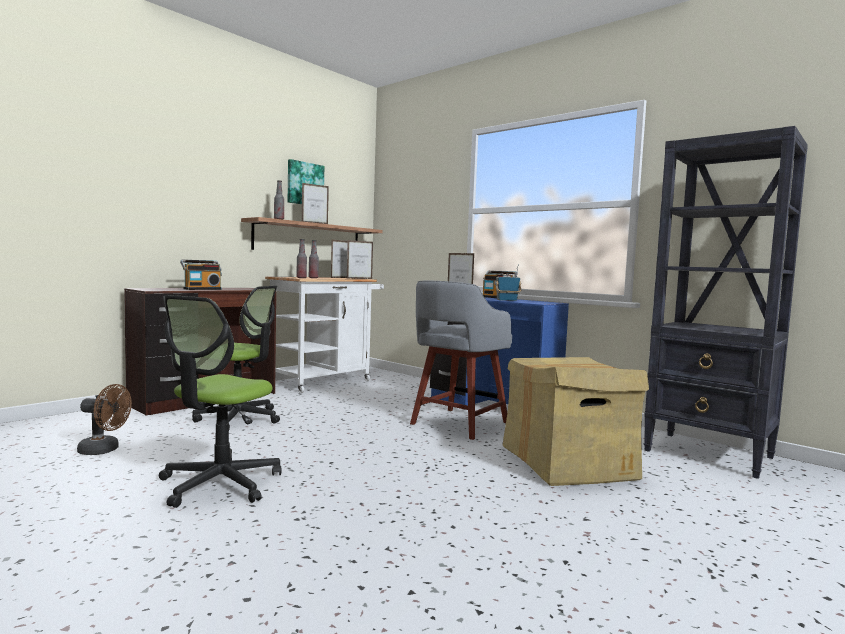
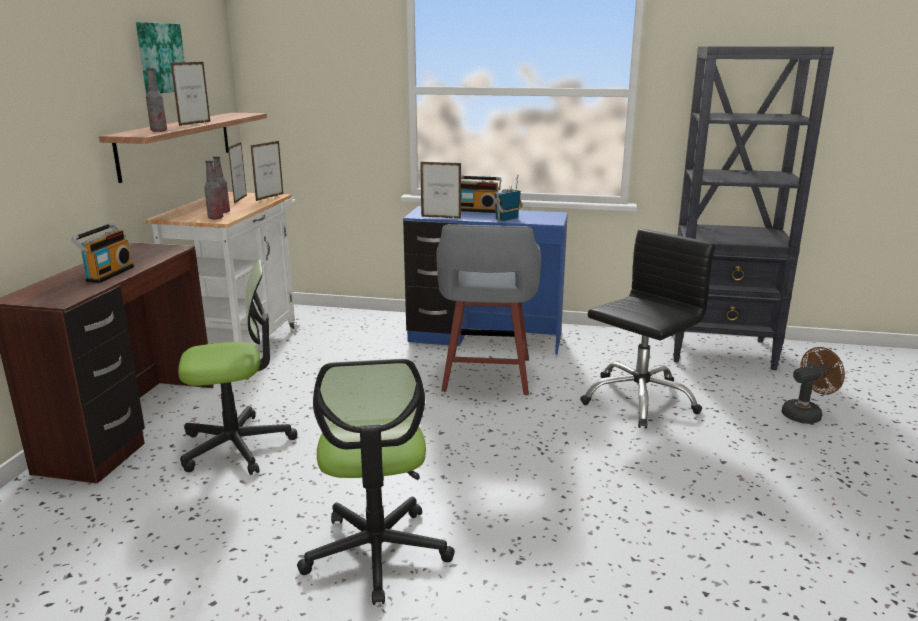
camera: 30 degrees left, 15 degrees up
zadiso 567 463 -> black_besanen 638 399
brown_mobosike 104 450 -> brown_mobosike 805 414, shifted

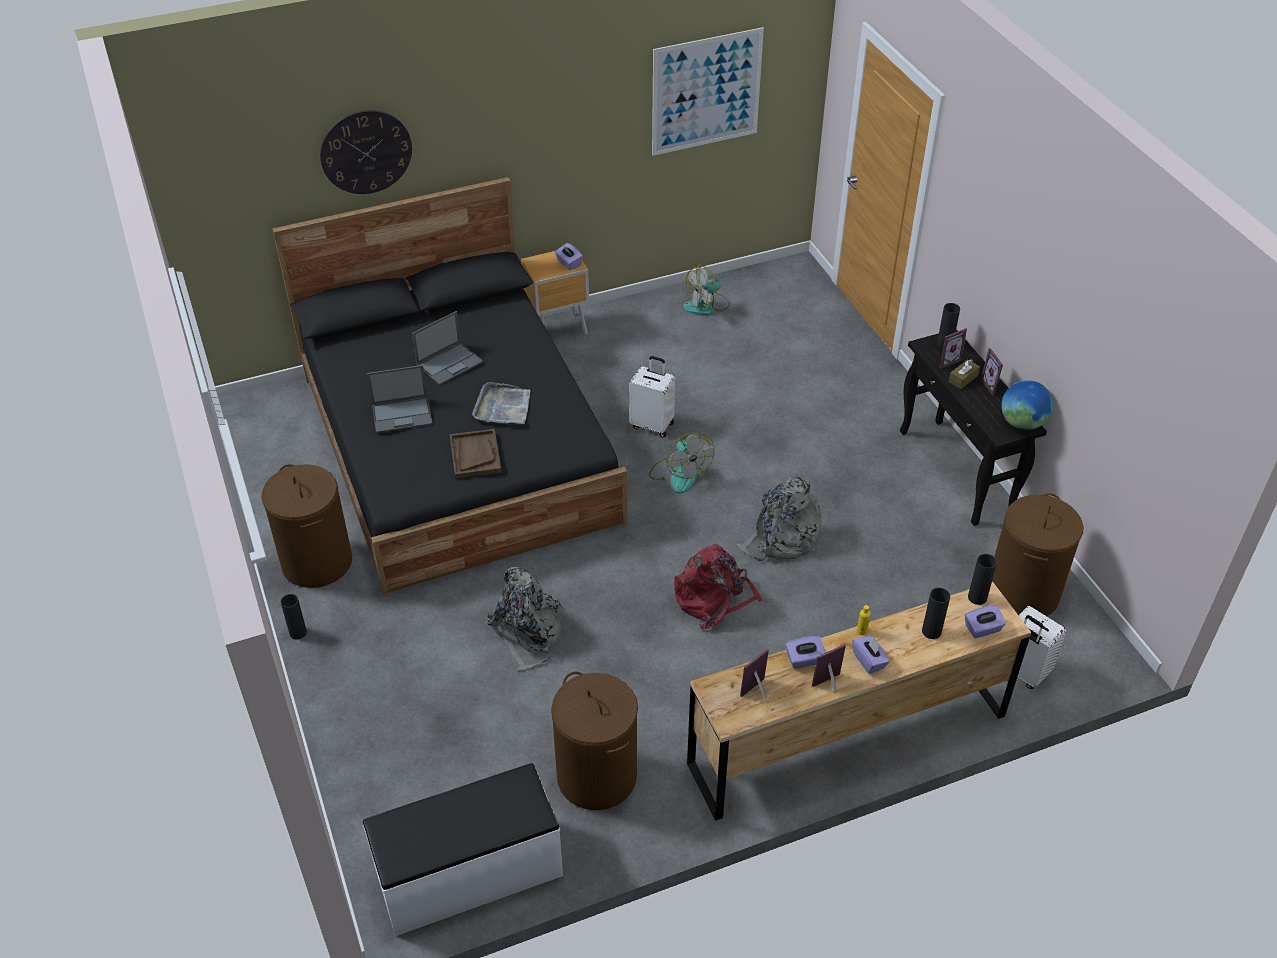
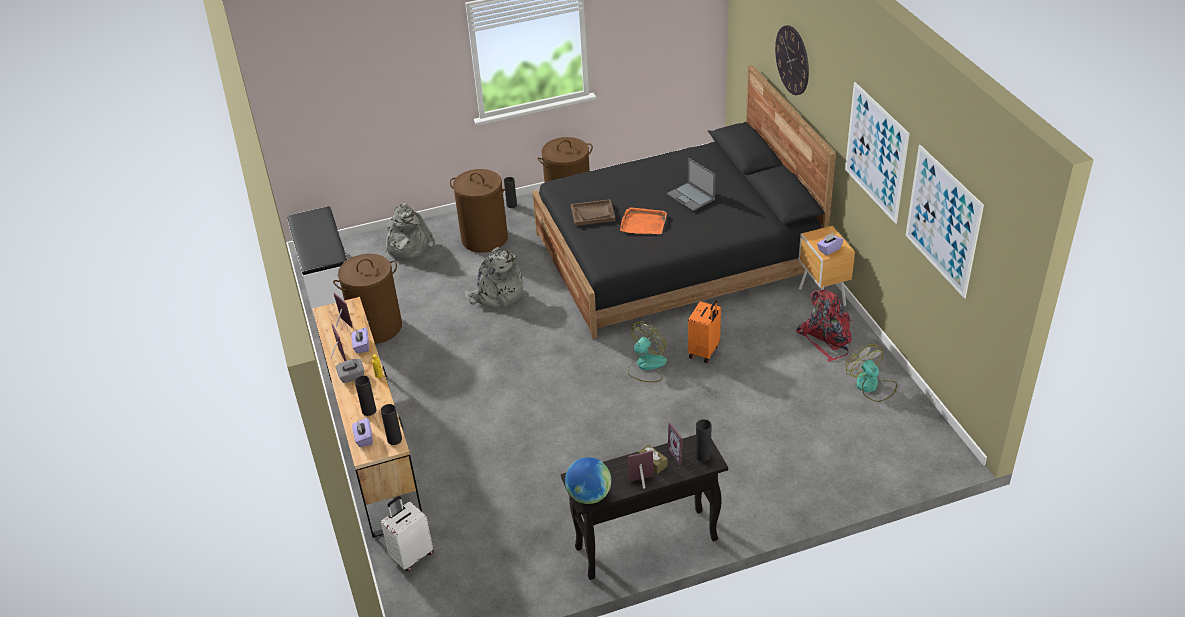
camera: 95 degrees right, 5 degrees down
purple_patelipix 869 661 -> grey_patelipix 352 377
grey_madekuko 781 538 -> grey_madekuko 407 245, shifted
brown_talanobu 1023 593 -> brown_talanobu 484 239, shifted
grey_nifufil 502 407 -> orange_nifufil 643 223
mobosike 679 474 -> mobosike 646 366, 150 degrees clockwise
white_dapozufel 652 424 -> orange_dapozufel 704 352
red_madekuko 713 599 -> red_madekuko 827 338, shifted
none -> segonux 876 152
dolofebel 403 414 -> none

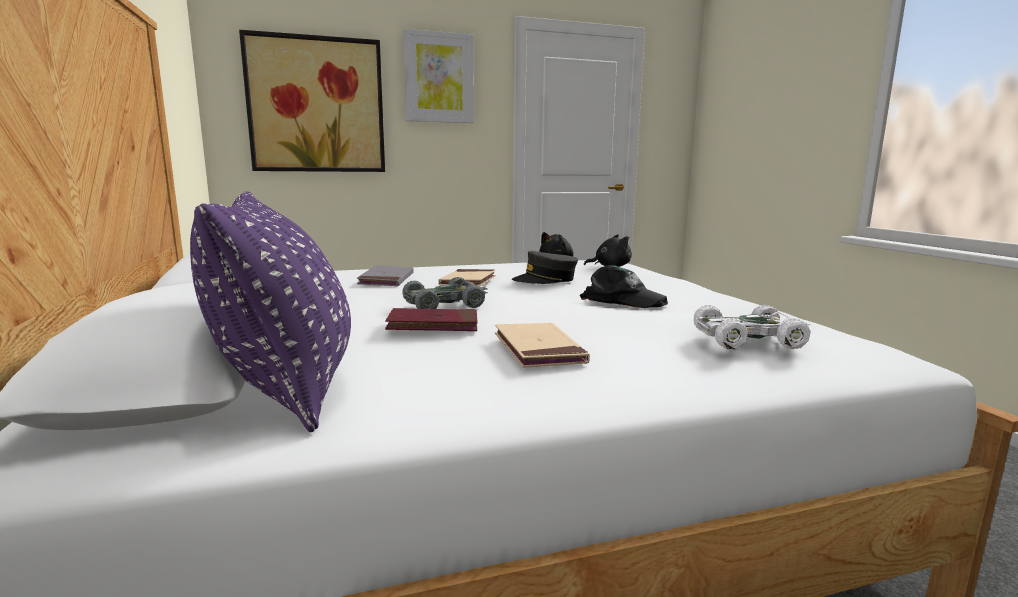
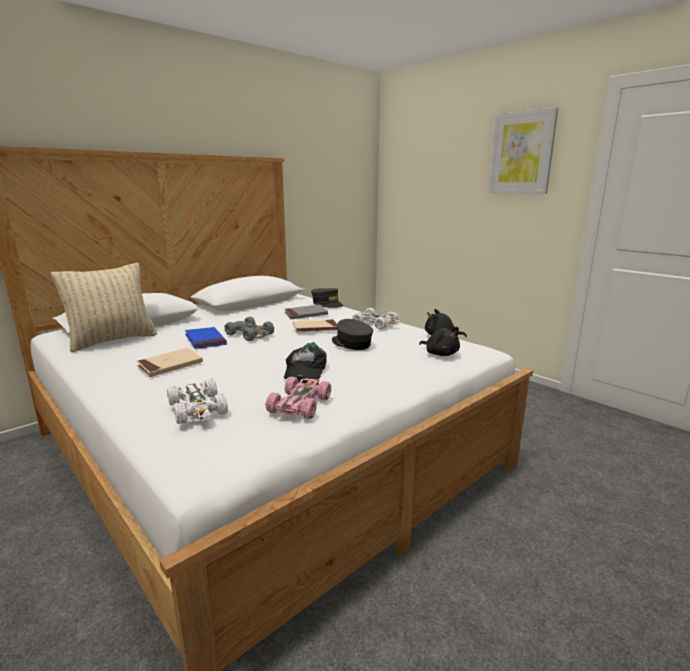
camera: 65 degrees right, 5 degrees up
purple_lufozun 288 389 -> beige_lufozun 113 340
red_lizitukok 433 325 -> blue_lizitukok 205 340
none -> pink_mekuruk 300 404
none -> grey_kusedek 327 304
none -> white_mekuruk 376 324
segonux 316 105 -> none

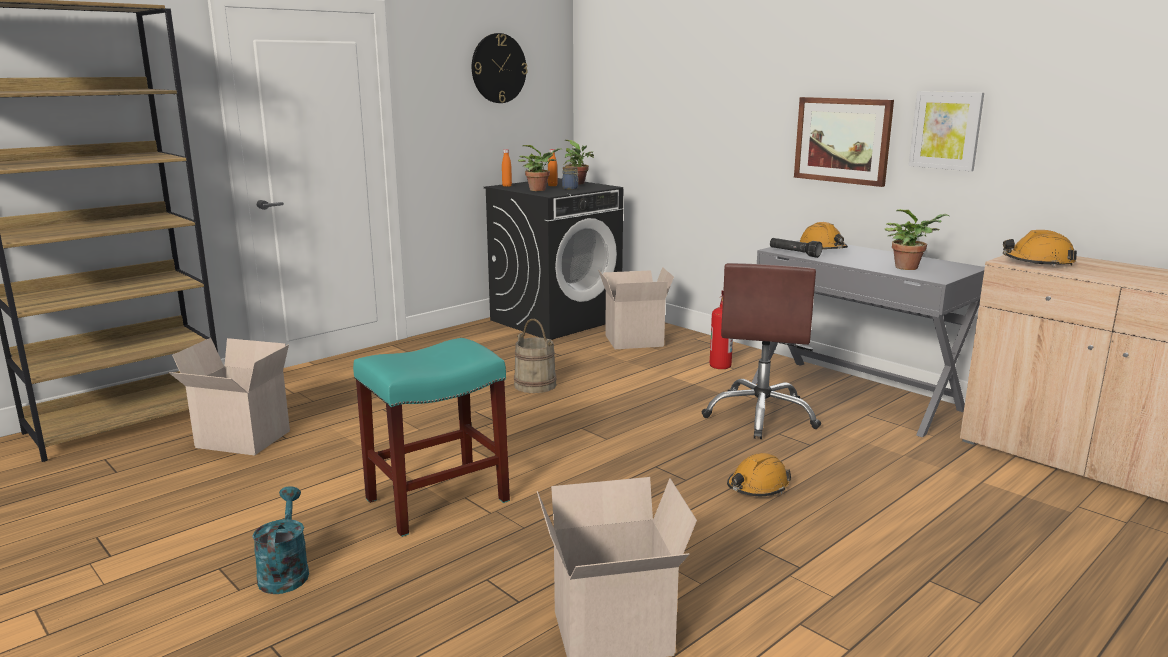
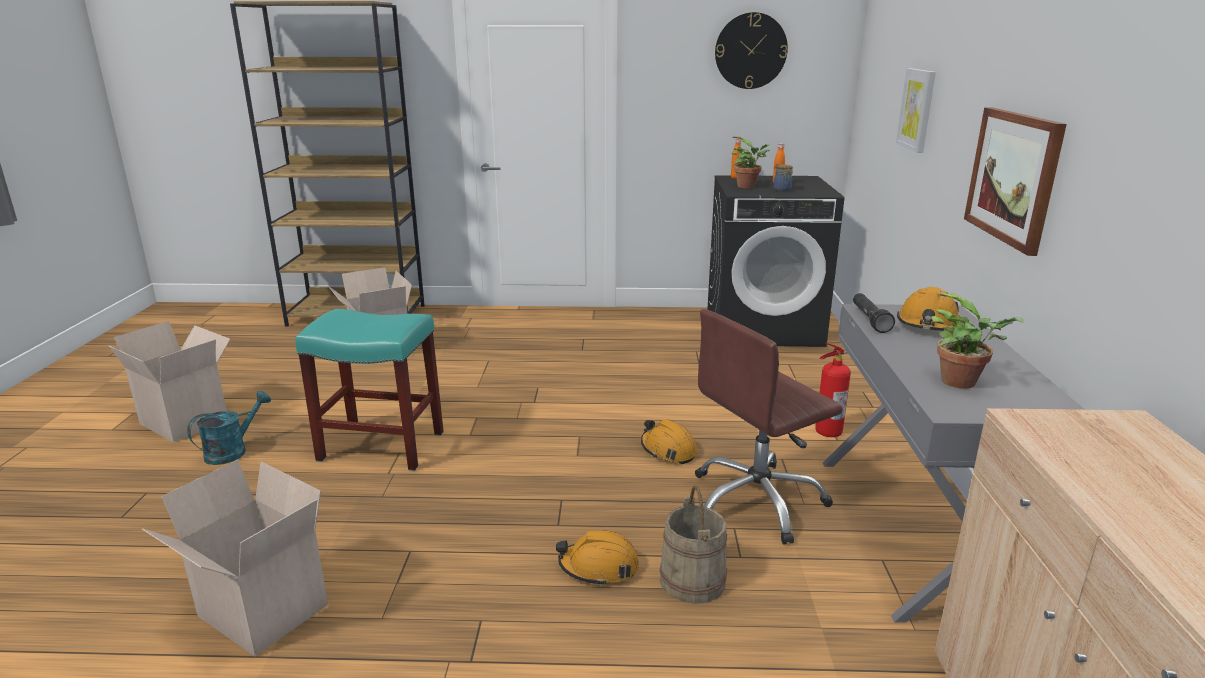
camera: 45 degrees right, 5 degrees up
zadiso 634 340 -> zadiso 187 421, shifted
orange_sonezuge 1038 263 -> orange_sonezuge 668 450, shifted
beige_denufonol 535 385 -> beige_denufonol 693 580, shifted
segonux 946 130 -> segonux 917 109, shifted
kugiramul 578 183 -> none

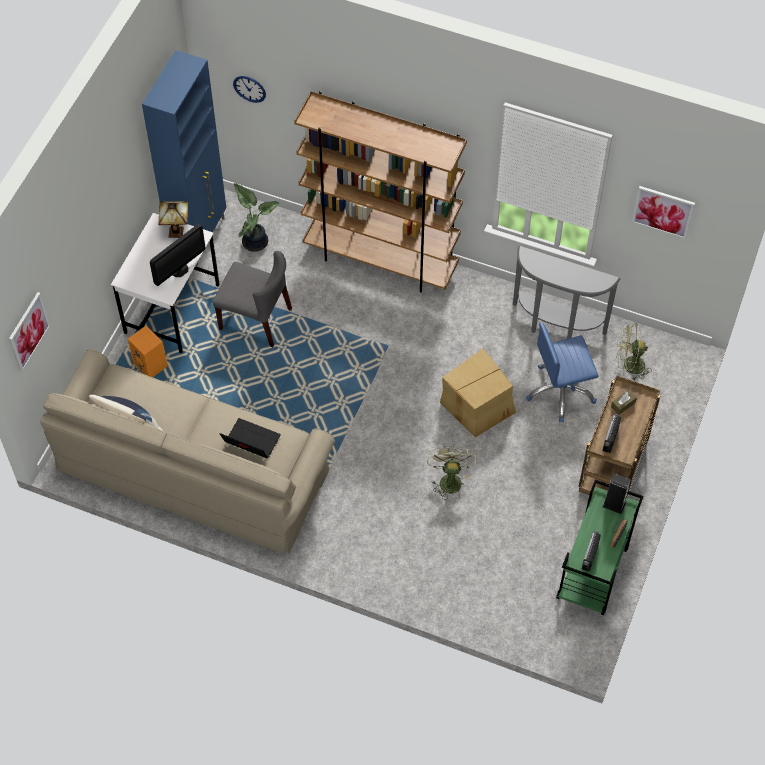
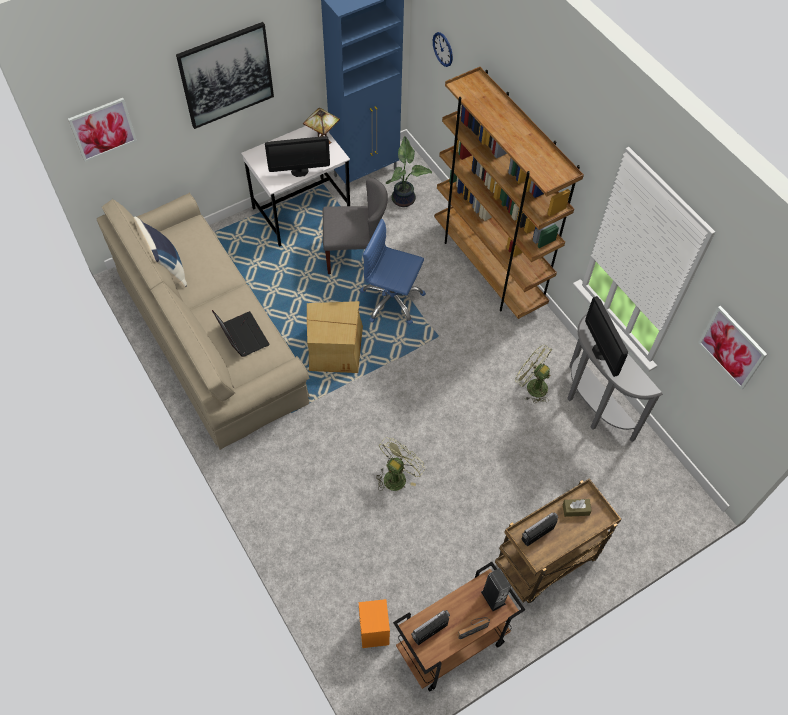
camera: 35 degrees right, 0 degrees up
none -> segonux 226 75
zadiso 478 404 -> zadiso 335 348, shifted
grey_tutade 256 319 -> grey_tutade 355 255, 60 degrees counterclockwise
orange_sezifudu 151 365 -> orange_sezifudu 375 632, shifted
blue_besanen 560 392 -> blue_besanen 392 301, shifted
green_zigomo 592 574 -> brown_zigomo 451 646
green_mobosike 629 366 -> green_mobosike 532 386, shifted
none -> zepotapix 601 352

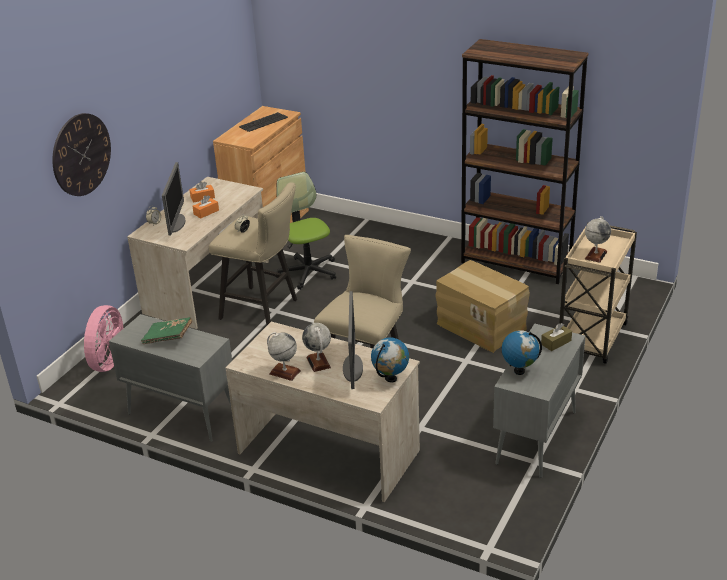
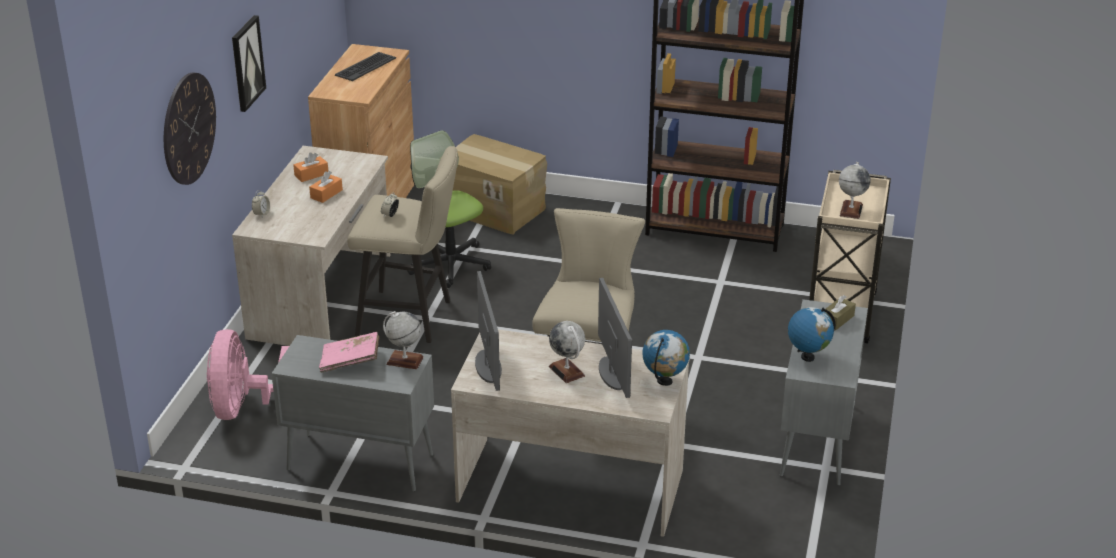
camera: 15 degrees left, 0 degrees up
none -> segonux 247 63
green_lizitukok 168 337 -> pink_lizitukok 350 361
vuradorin 284 372 -> vuradorin 404 360, shifted
zadiso 482 326 -> zadiso 494 209, shifted
zepotapix 176 223 -> zepotapix 488 366, shifted

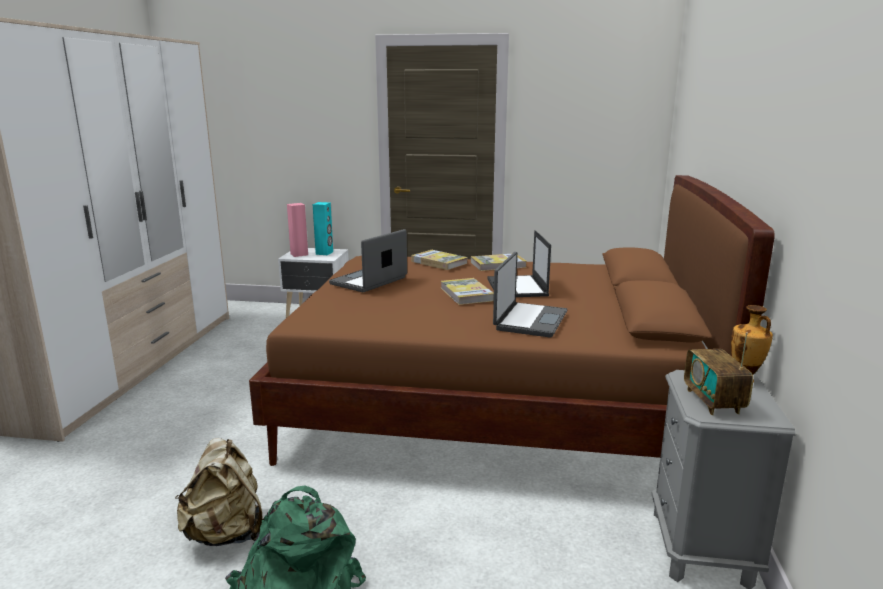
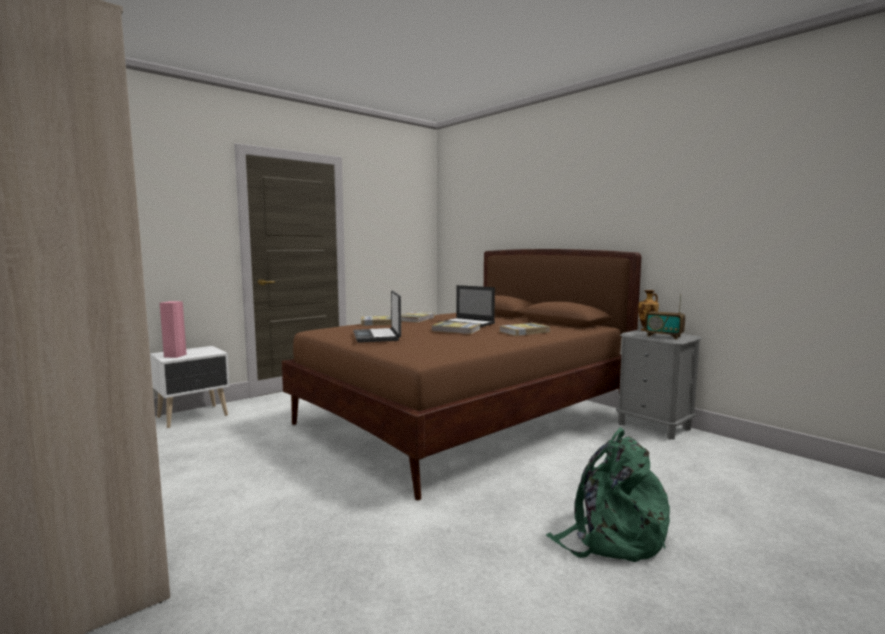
camera: 50 degrees left, 10 degrees down
dolofebel 529 321 -> lizitukok 524 331
beige_madekuko 226 534 -> none
turquoise_sezifudu 324 253 -> none

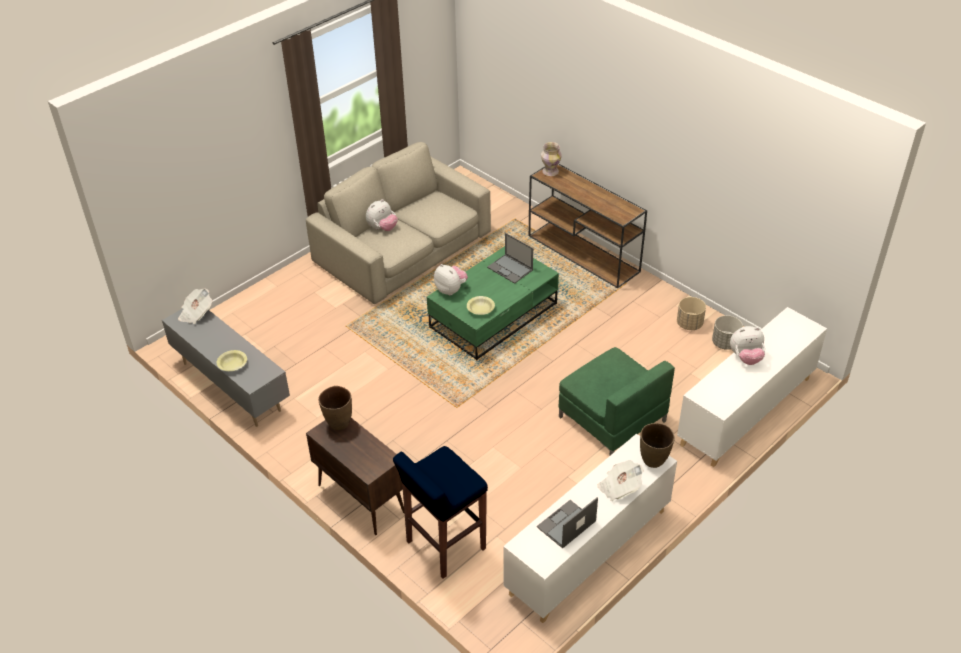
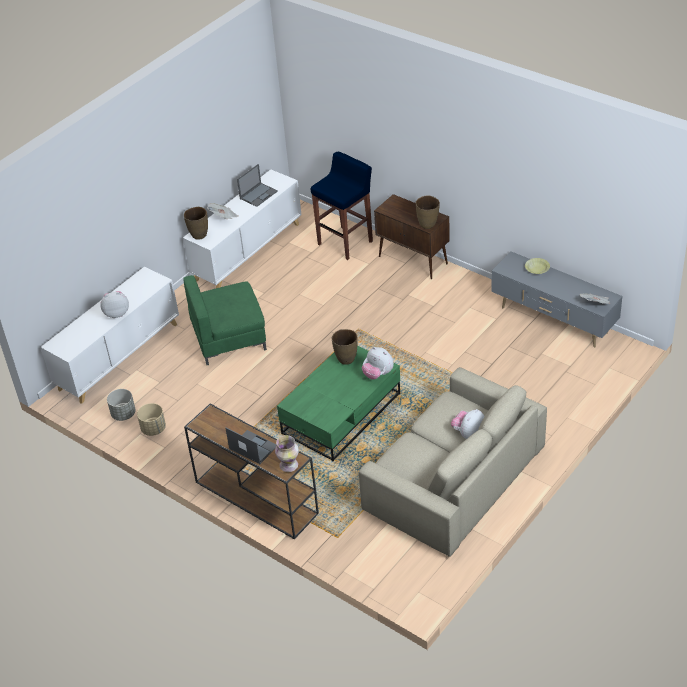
camera: 175 degrees right, 0 degrees up
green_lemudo 611 418 -> green_lemudo 230 337, 60 degrees counterclockwise
dolofebel 510 269 -> dolofebel 252 447, shifted
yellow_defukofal 480 309 -> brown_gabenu 346 359

